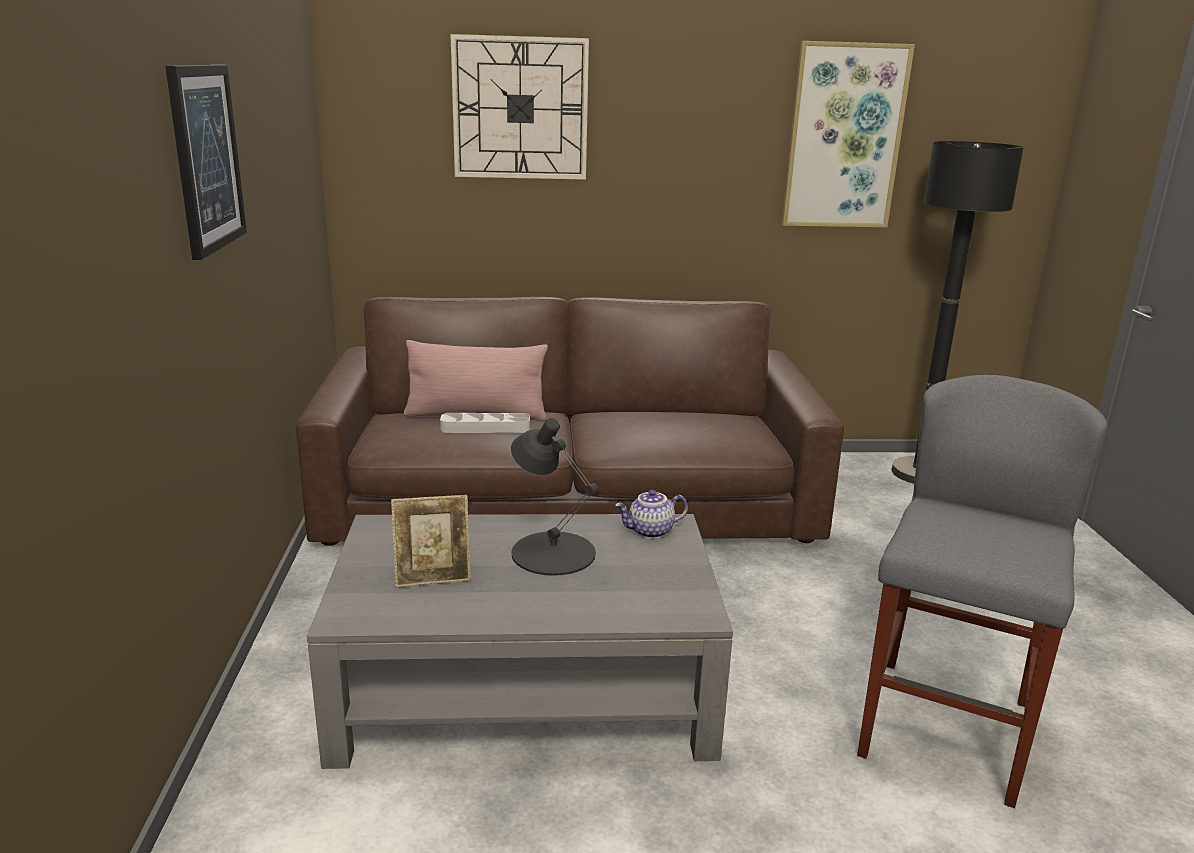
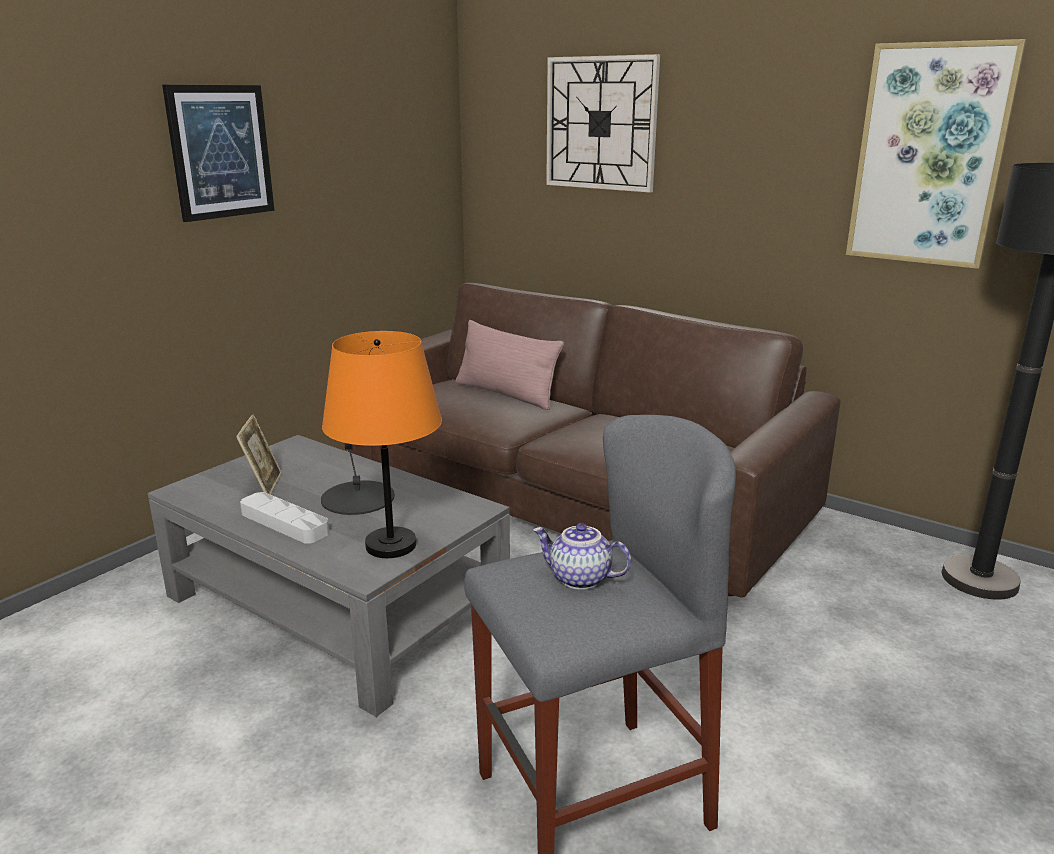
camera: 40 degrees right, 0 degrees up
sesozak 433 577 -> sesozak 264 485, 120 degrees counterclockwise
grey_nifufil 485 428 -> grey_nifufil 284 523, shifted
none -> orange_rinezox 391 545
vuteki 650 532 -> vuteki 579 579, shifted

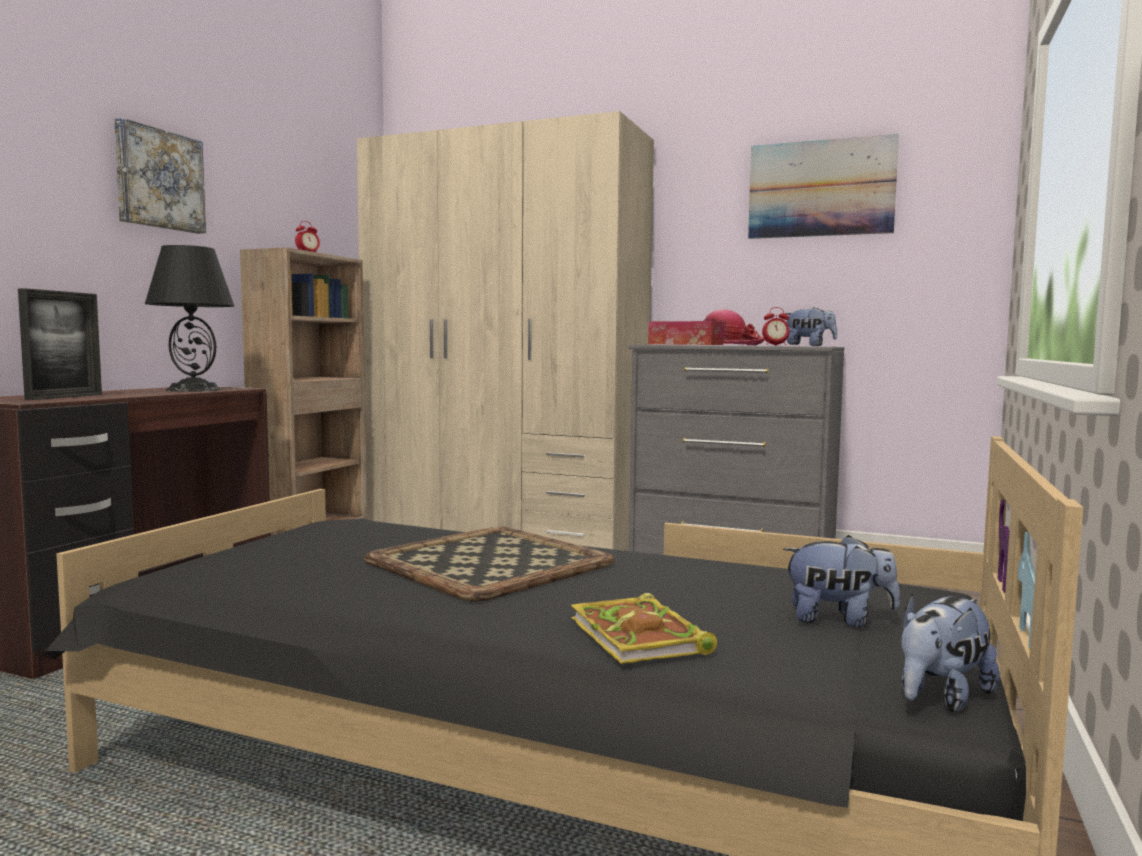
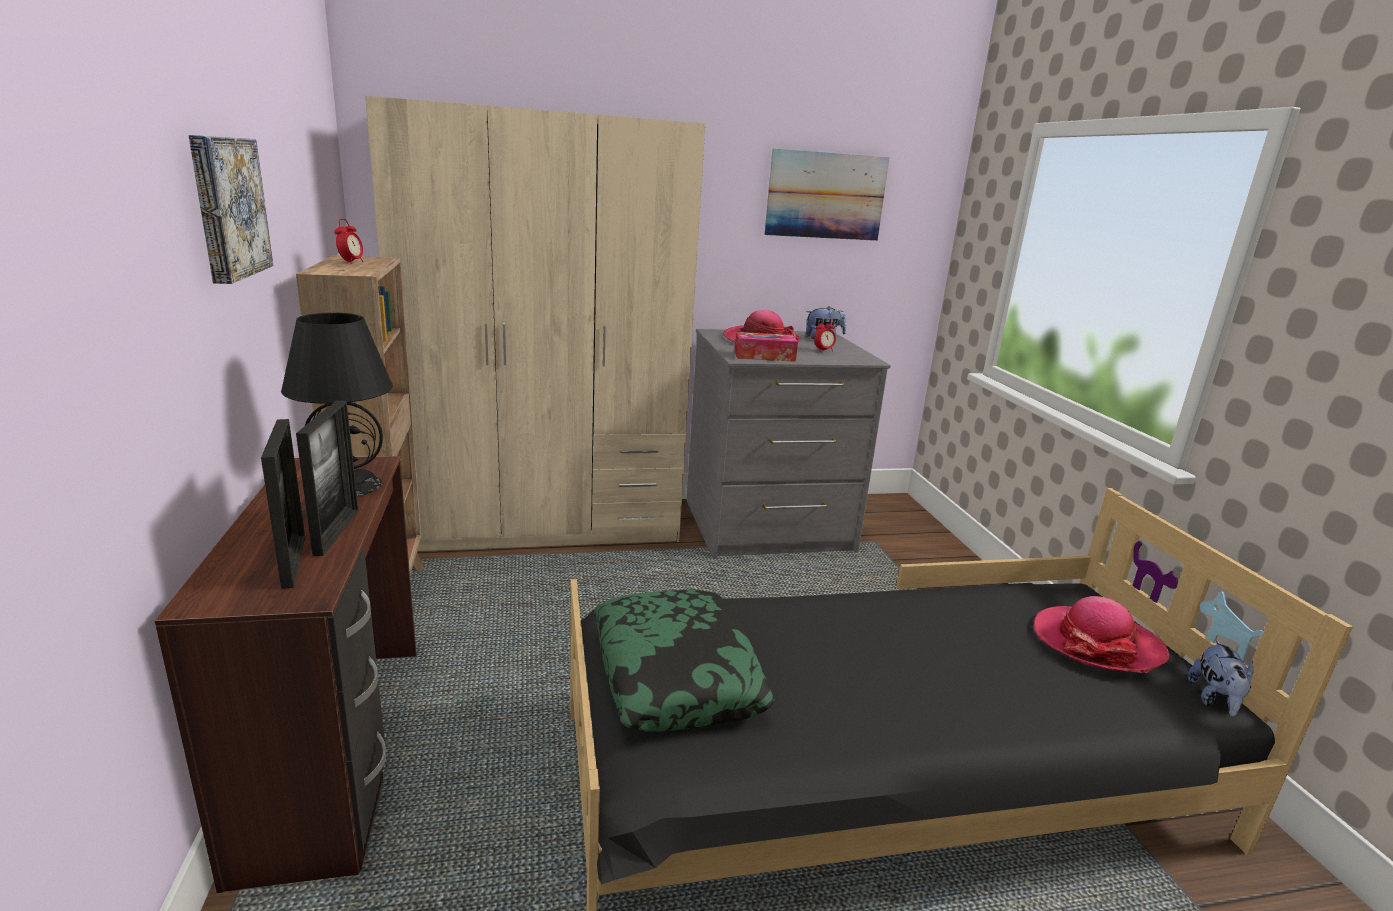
camera: 35 degrees left, 15 degrees up
none -> sesozak 336 532
none -> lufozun 676 674
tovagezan 838 619 -> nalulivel 1097 643
nifufil 490 562 -> none
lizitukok 641 638 -> none

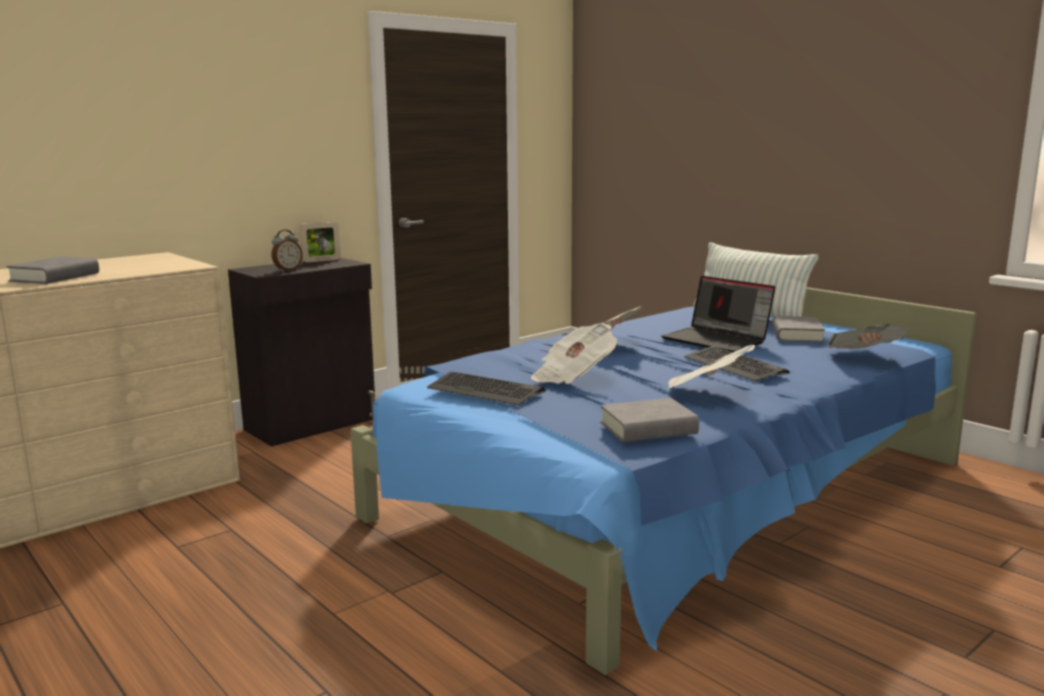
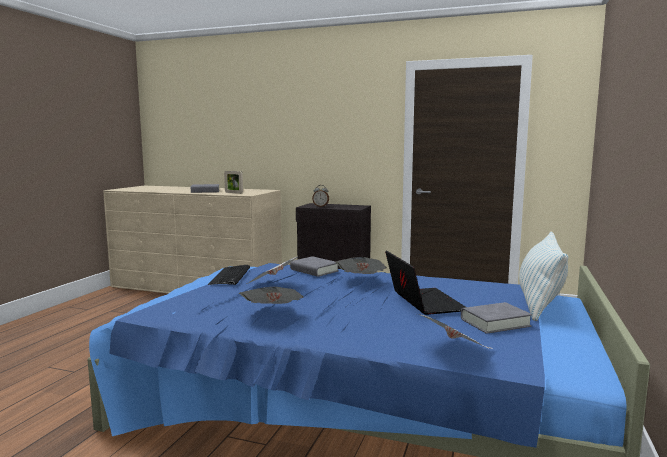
camera: 60 degrees right, 5 degrees down
sesozak 321 260 -> sesozak 233 193, shifted
grey_lizitukok 648 428 -> grey_lizitukok 314 270, shifted
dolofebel 717 340 -> dolofebel 422 302, 150 degrees clockwise
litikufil 734 365 -> none

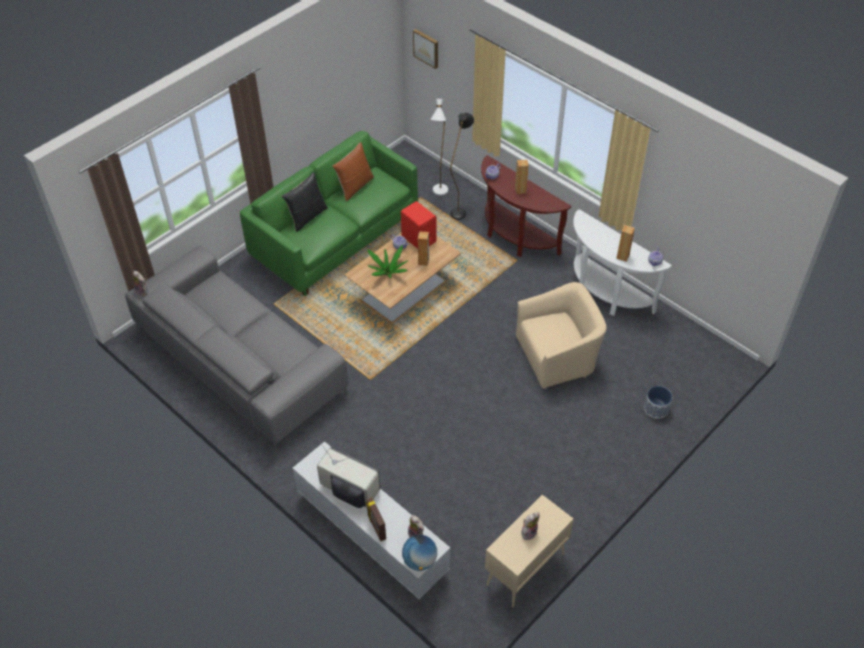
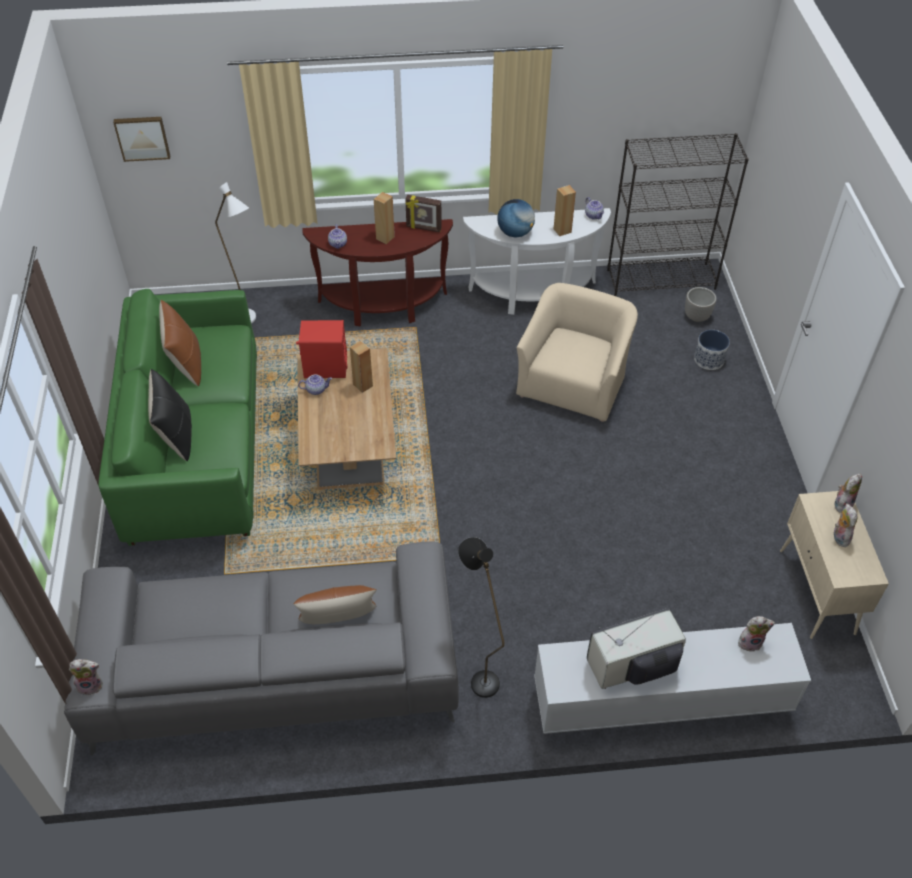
camera: 50 degrees left, 0 degrees up
none -> brown_lufozun 339 623
sesozak 376 528 -> sesozak 423 228, shifted
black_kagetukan 460 210 -> black_kagetukan 479 675, shifted
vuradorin 420 561 -> vuradorin 515 233, shifted
none -> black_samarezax 661 279
none -> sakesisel 697 317
none -> tovagezan 842 503
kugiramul 388 272 -> none

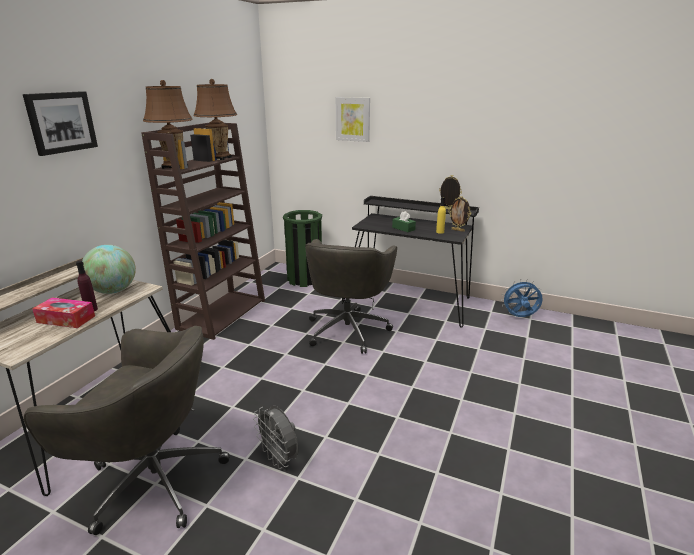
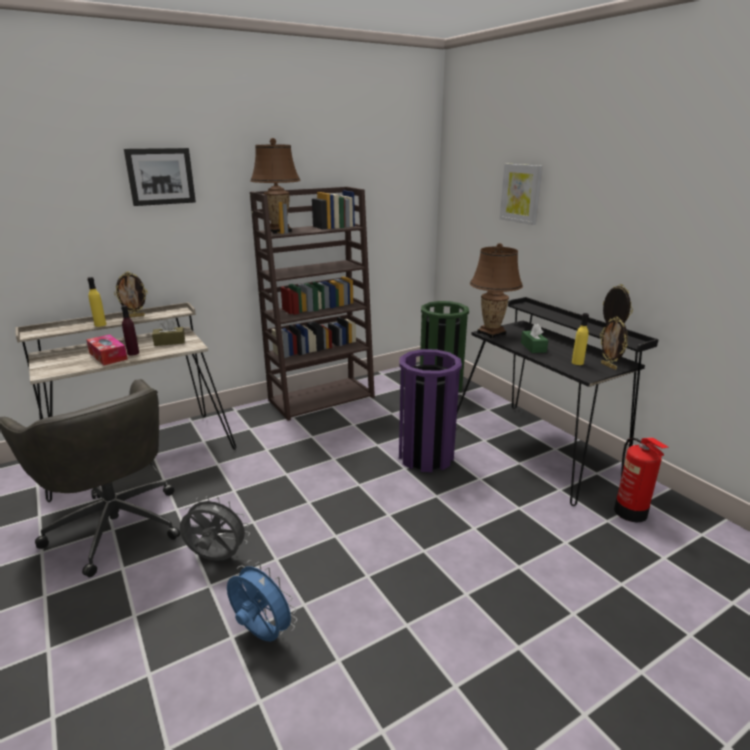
camera: 35 degrees right, 0 degrees up
none -> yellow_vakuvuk 100 324
none -> sesozak 135 316
vuradorin 113 291 -> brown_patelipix 169 342
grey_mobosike 279 458 -> grey_mobosike 216 558, 105 degrees clockwise
blue_mobosike 519 317 -> blue_mobosike 261 634, shifted
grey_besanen 348 329 -> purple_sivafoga 425 456
brown_rinezox 220 158 -> brown_rinezox 491 333, shifted
none -> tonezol 631 512

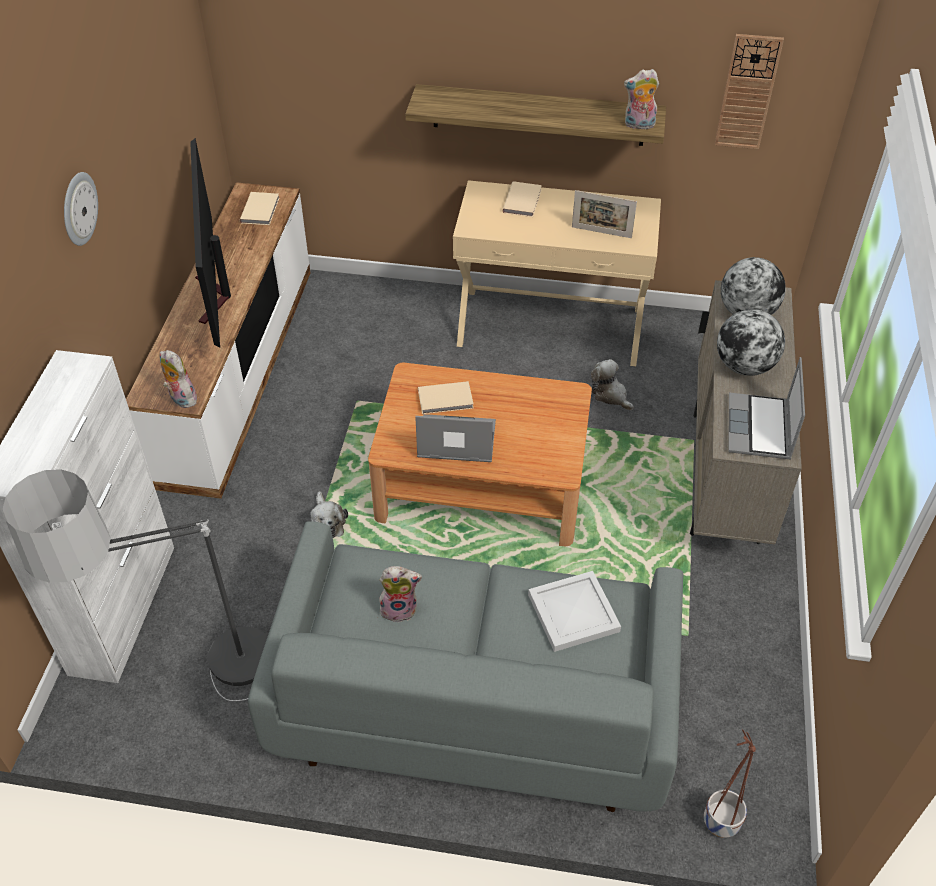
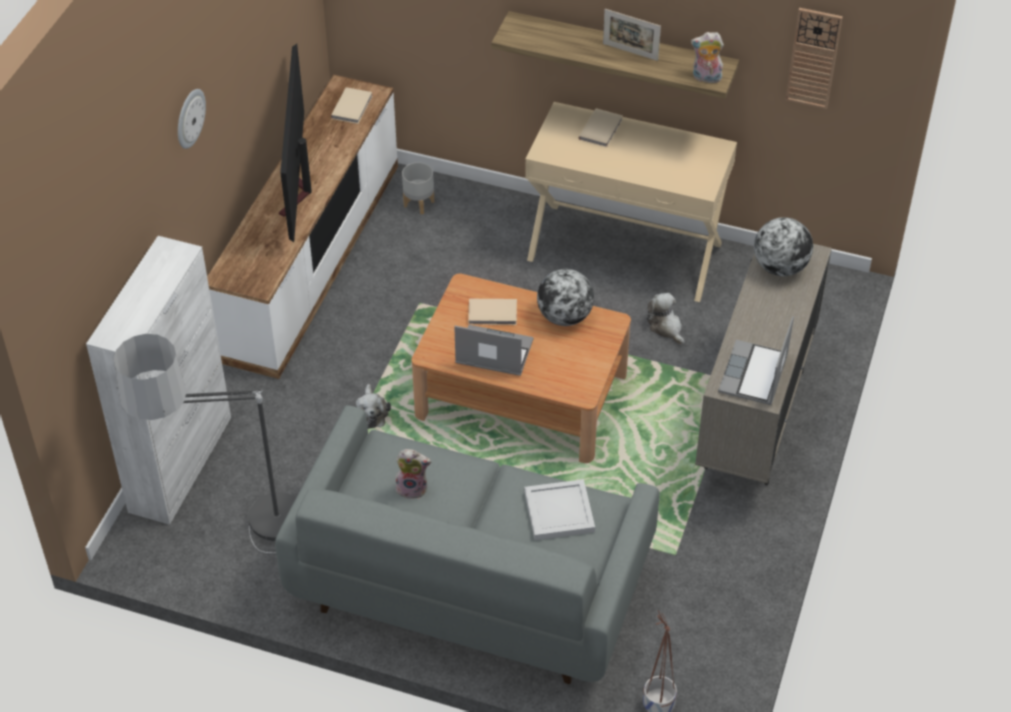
camera: 10 degrees right, 0 degrees up
none -> grey_sakesisel 418 203
vuradorin 744 366 -> vuradorin 564 317, shifted
sesozak 601 232 -> sesozak 630 52, shifted
tovagezan 180 398 -> none

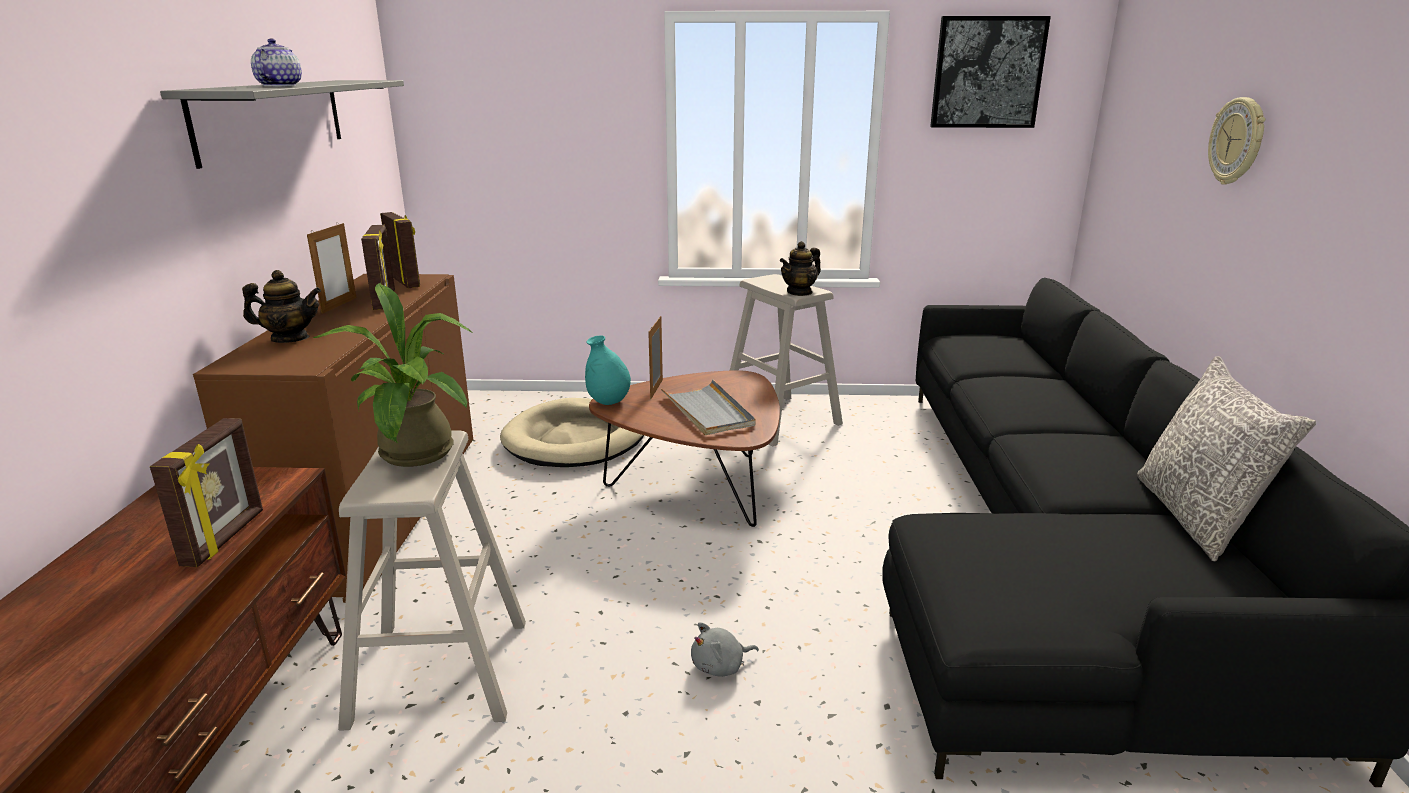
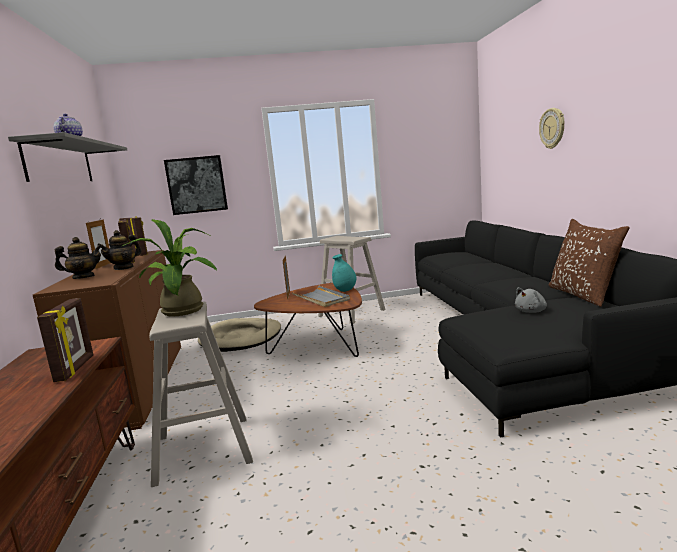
camera: 10 degrees left, 10 degrees down
vuteki 799 292 -> vuteki 124 268, shifted
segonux 987 73 -> segonux 196 185, shifted
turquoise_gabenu 608 402 -> turquoise_gabenu 345 290, shifted
grey_tovagezan 721 666 -> grey_tovagezan 531 311, shifted
grey_lufozun 1196 517 -> brown_lufozun 583 295

